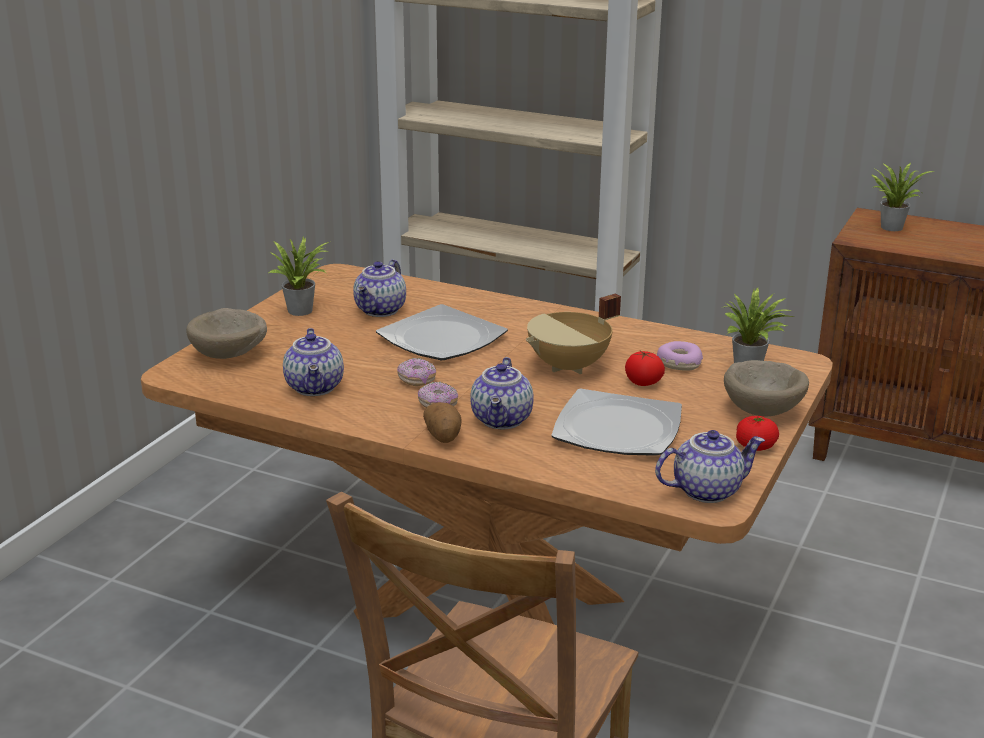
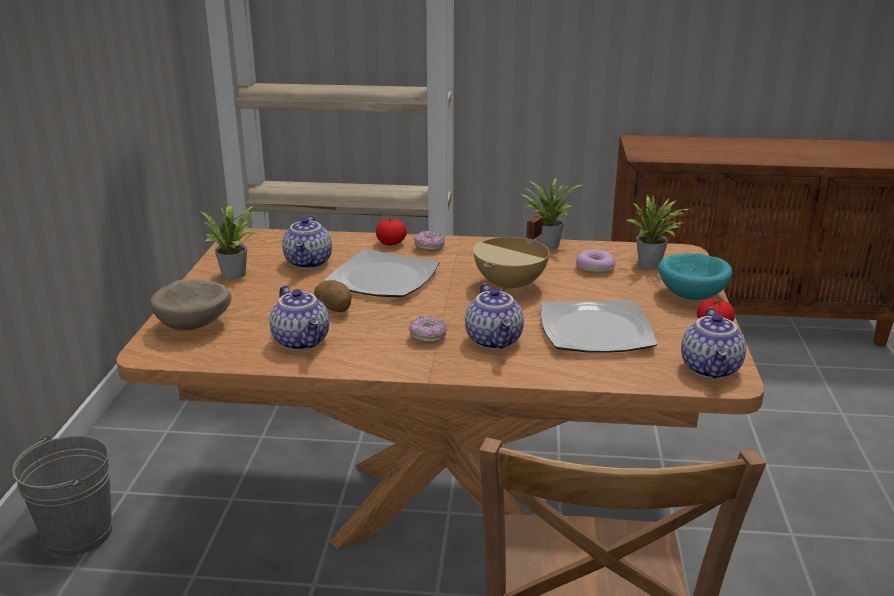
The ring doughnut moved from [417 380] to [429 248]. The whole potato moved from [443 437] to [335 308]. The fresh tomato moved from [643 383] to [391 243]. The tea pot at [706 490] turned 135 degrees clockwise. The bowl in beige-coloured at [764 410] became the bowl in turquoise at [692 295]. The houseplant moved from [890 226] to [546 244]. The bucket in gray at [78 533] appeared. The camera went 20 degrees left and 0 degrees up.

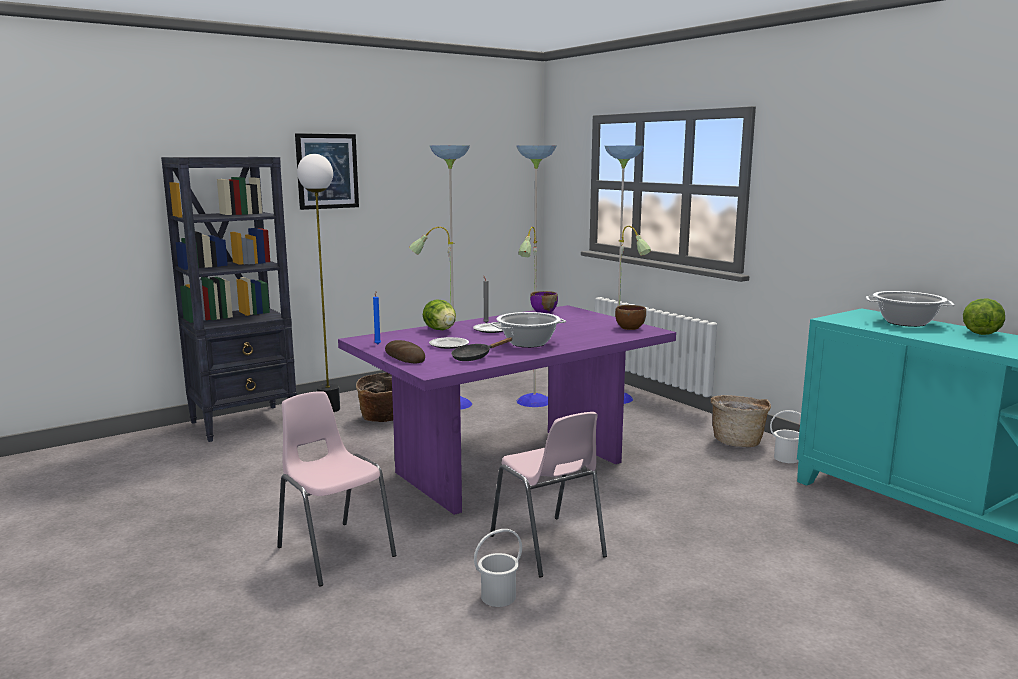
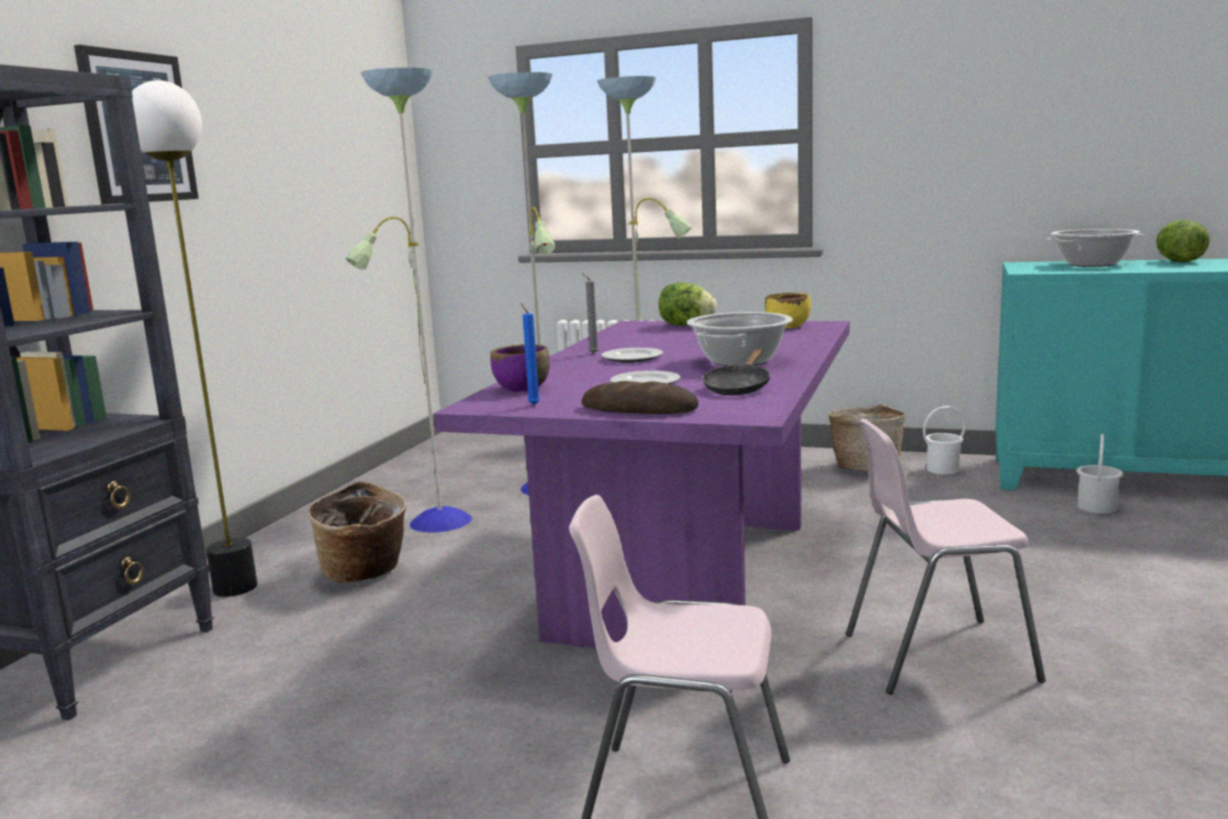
The lettuce head moved from [440 330] to [686 325]. The bucket in white-coloured moved from [499 597] to [1097 507]. The chair in pink-coloured at [548 547] turned 150 degrees clockwise. The bowl in purple-coloured moved from [543 311] to [522 388]. The bowl in brown-coloured at [630 328] became the bowl in yellow at [788 326]. The camera went 35 degrees left and 0 degrees up.

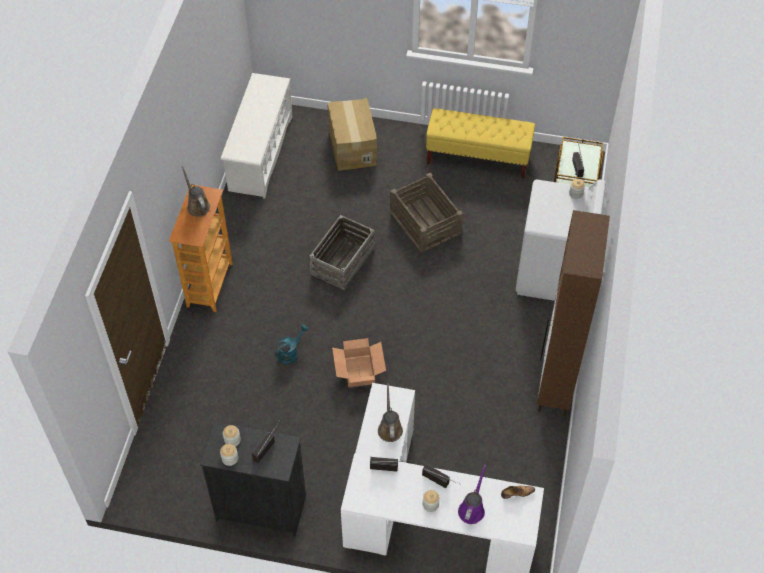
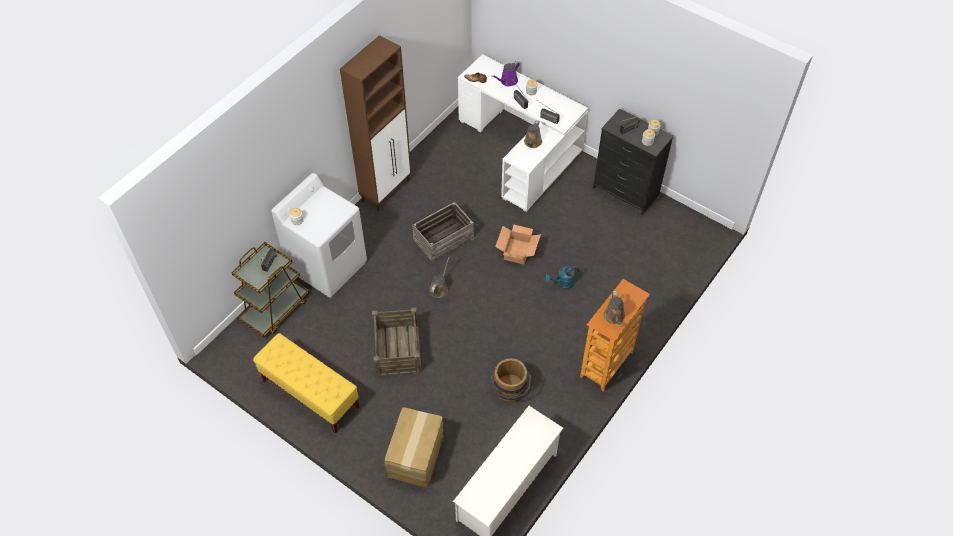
The shipping crate moved from [343 261] to [443 239]. The sprinkling can in brown-coloured at [439 288] appeared. The bucket in brown-coloured at [510 391] appeared. The camera went 155 degrees left and 0 degrees up.

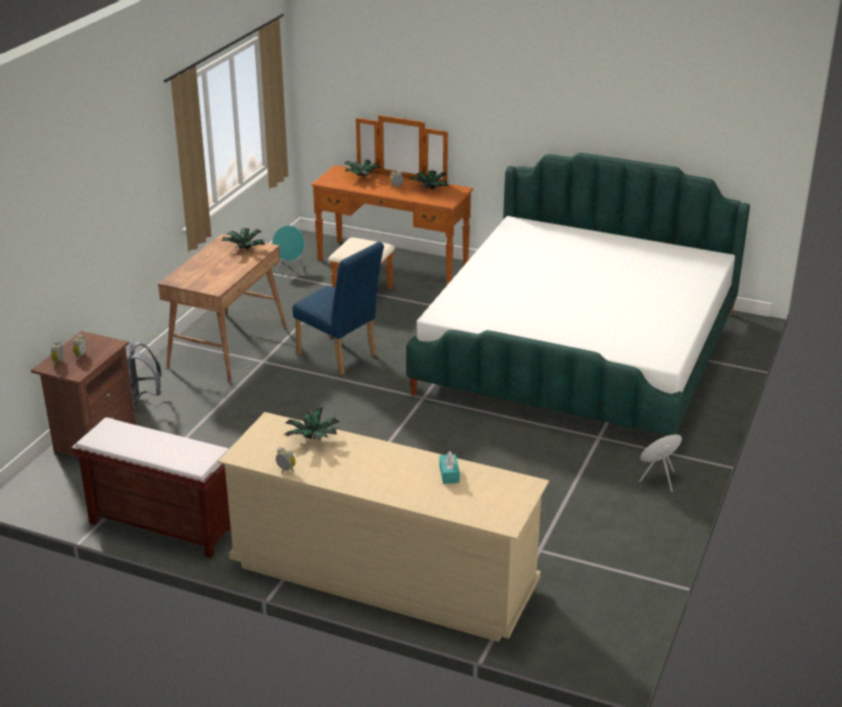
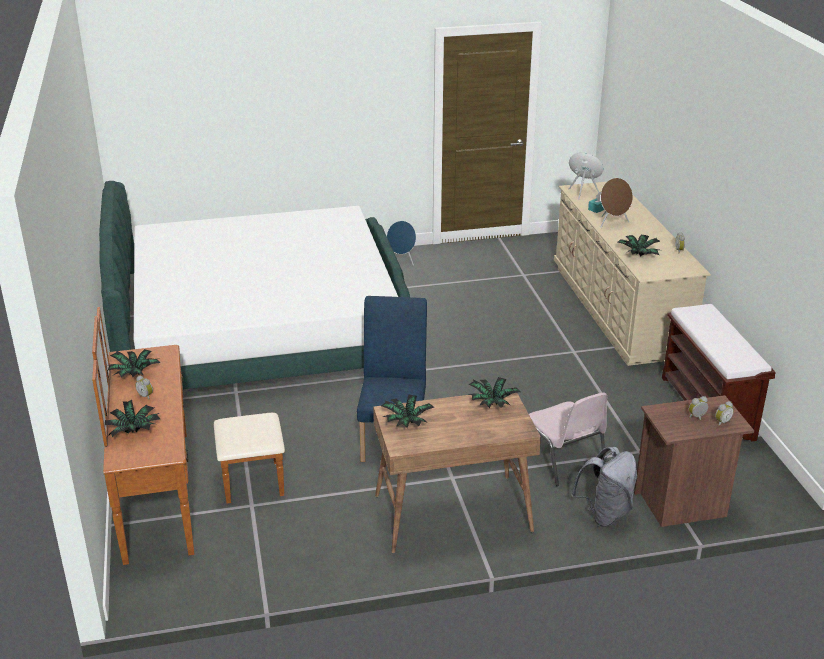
The loudspeaker in turquoise moved from [289 267] to [583 193]. The houseplant at [492 404] appeared. The chair in pink-coloured at [563 460] appeared. The loudspeaker in brown-coloured at [612 223] appeared. The camera went 125 degrees left and 0 degrees up.

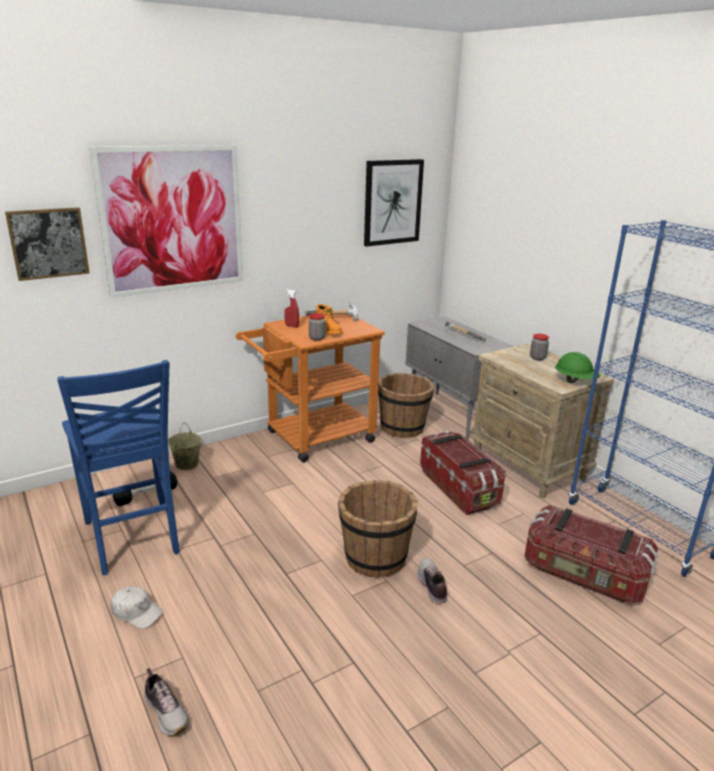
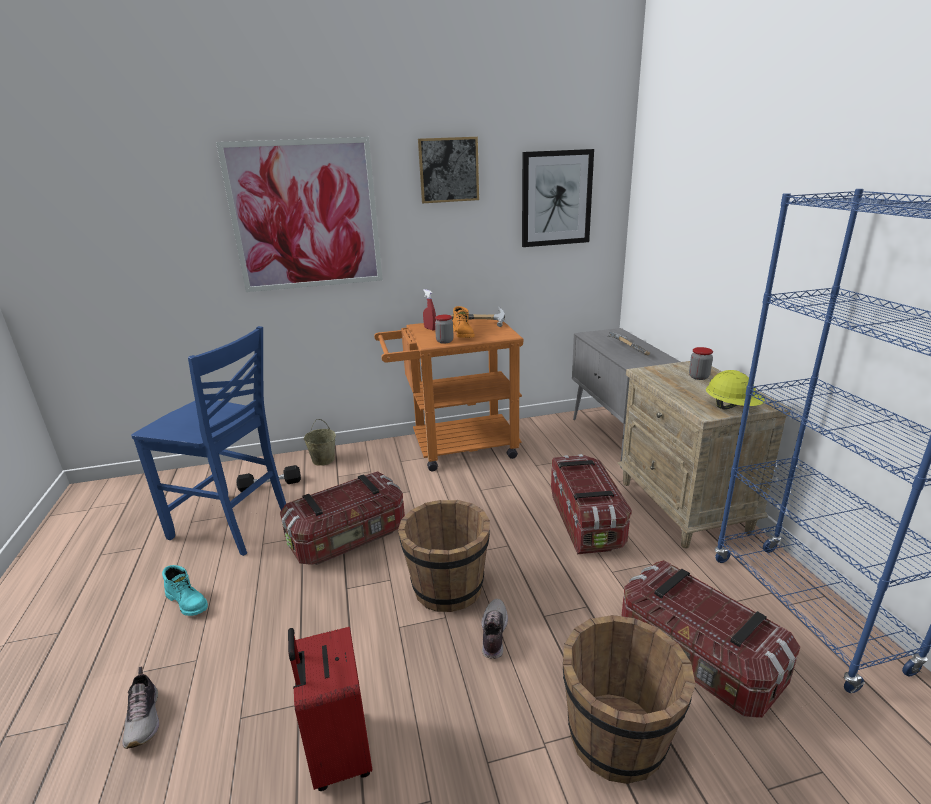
The wall art moved from [48 243] to [448 170]. The chair in blue-coloured at [133 538] turned 60 degrees counterclockwise. The cap in white-coloured at [136 612] was replaced by the boot in turquoise at [188 602]. The bucket in brown-coloured moved from [403 428] to [618 737]. The work helmet in greenish at [575 381] became the work helmet in yellow at [732 408]. The storage box at [349 538] appeared. The piece of luggage in reddish at [338 753] appeared. The camera went 20 degrees right and 0 degrees up.

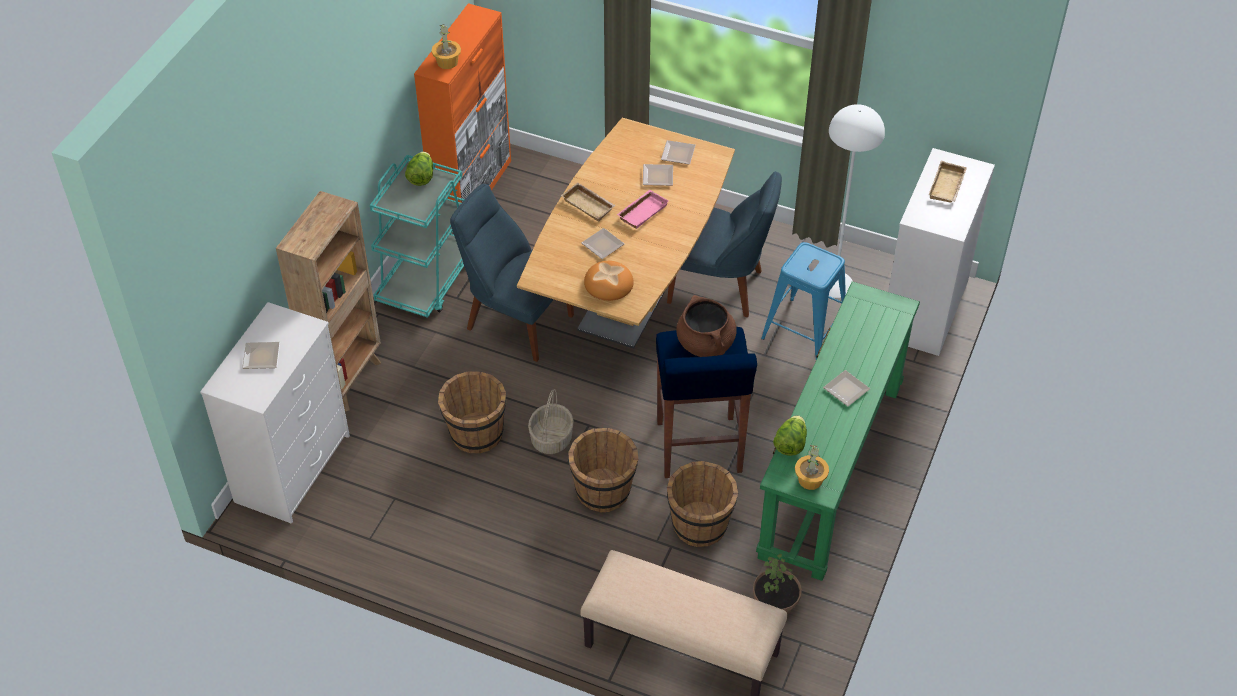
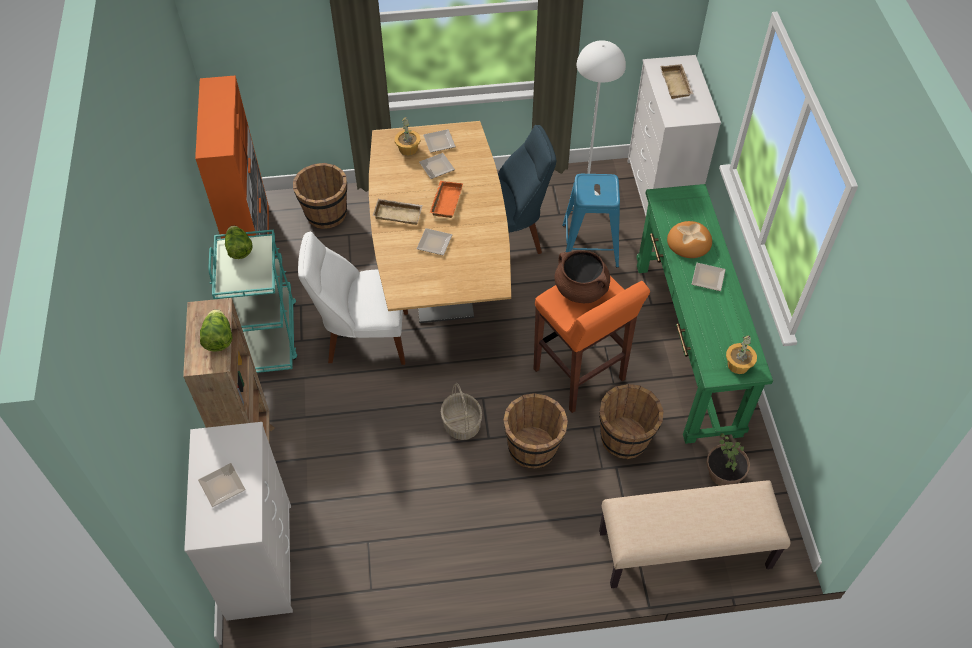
The houseplant moved from [447 62] to [408 149]. The bucket in brown-coloured moved from [476 433] to [325 214]. The chair in blue-coloured at [515 320] became the chair in white-coloured at [363 337]. The bread moved from [609 283] to [689 242]. The tray in pink-coloured at [642 211] became the tray in orangey at [445 201]. The stool in blue-coloured at [699 448] became the stool in orangey at [579 375]. The lettuce head moved from [790 444] to [218 339]. The camera went 30 degrees left and 5 degrees up.

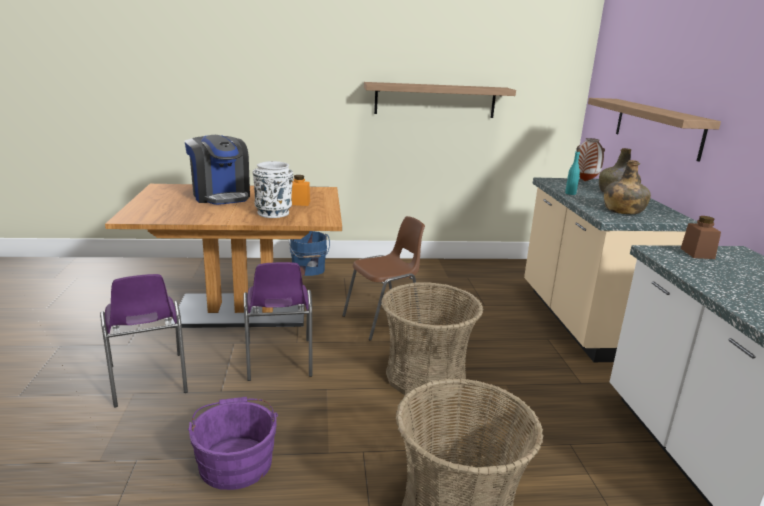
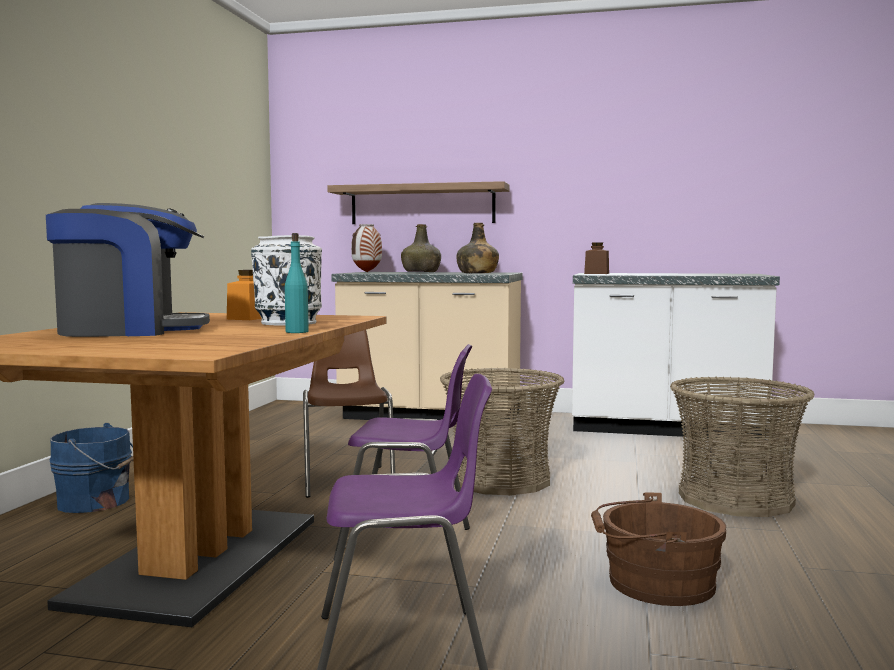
The bucket in purple-coloured at [235 460] became the bucket in brown-coloured at [654 583]. The shelf at [435 100] disappeared. The beverage bottle in turquoise moved from [570 193] to [297 332]. The camera went 70 degrees left and 15 degrees down.

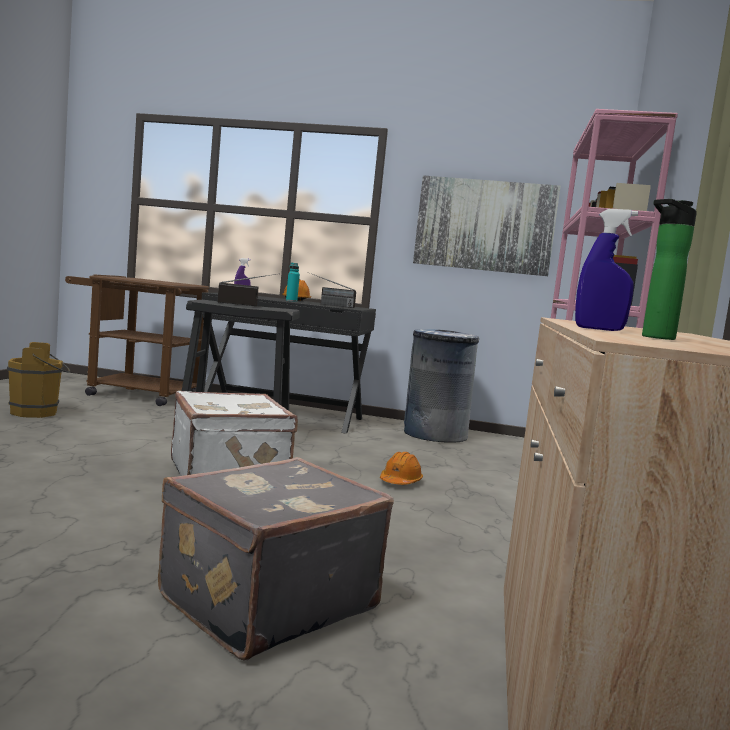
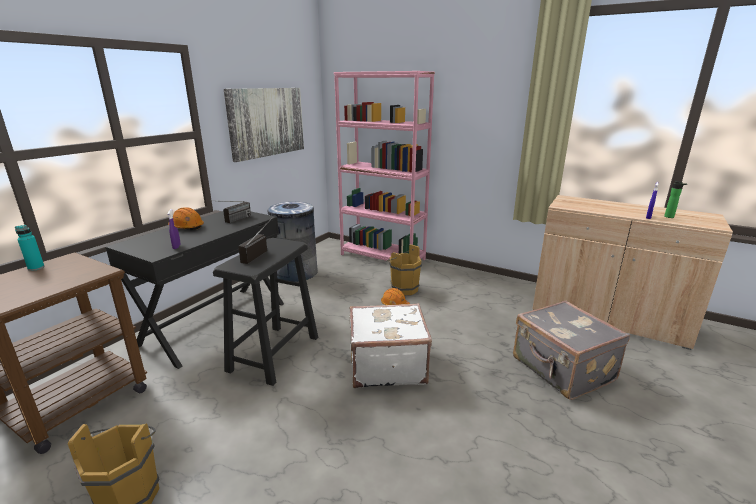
The beverage bottle in turquoise moved from [291 301] to [36 268]. The bucket in brown-coloured at [402 288] appeared. The camera went 70 degrees left and 15 degrees up.

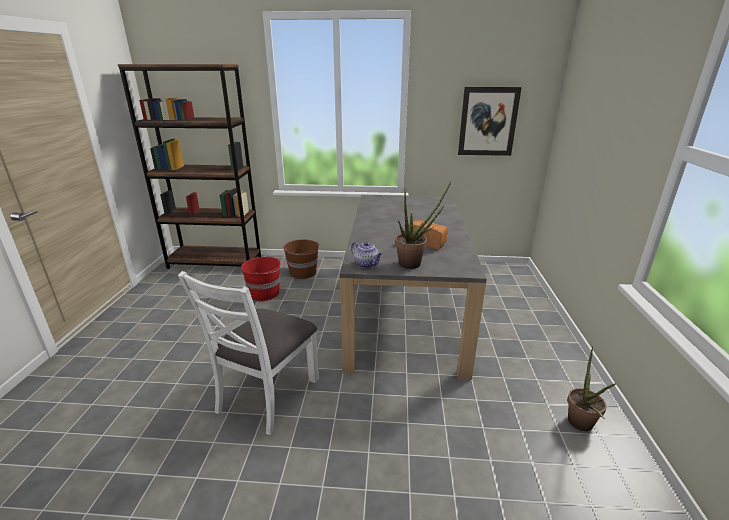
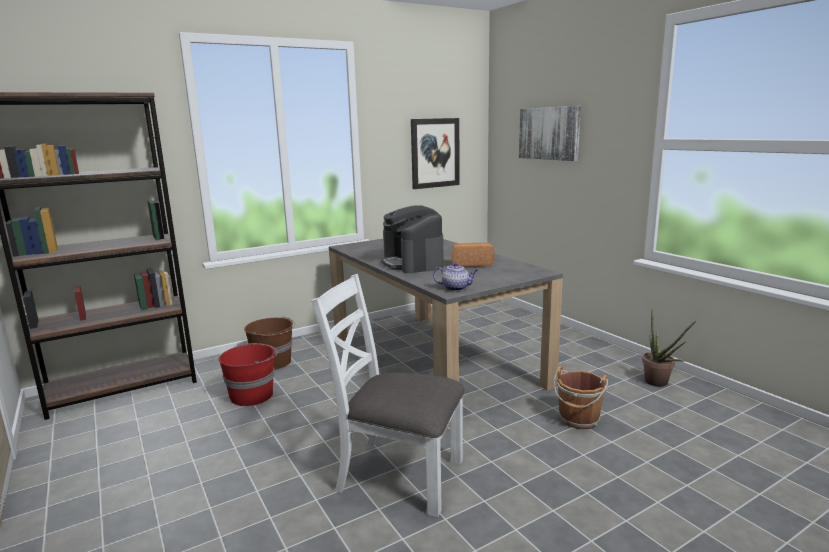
The chair in white-coloured at [267 394] turned 120 degrees clockwise. The houseplant at [414 263] disappeared. The coffee brewer at [413 263] appeared. The wall art at [549 133] appeared. The bucket in brown-coloured at [578 420] appeared. The camera went 35 degrees left and 10 degrees down.

